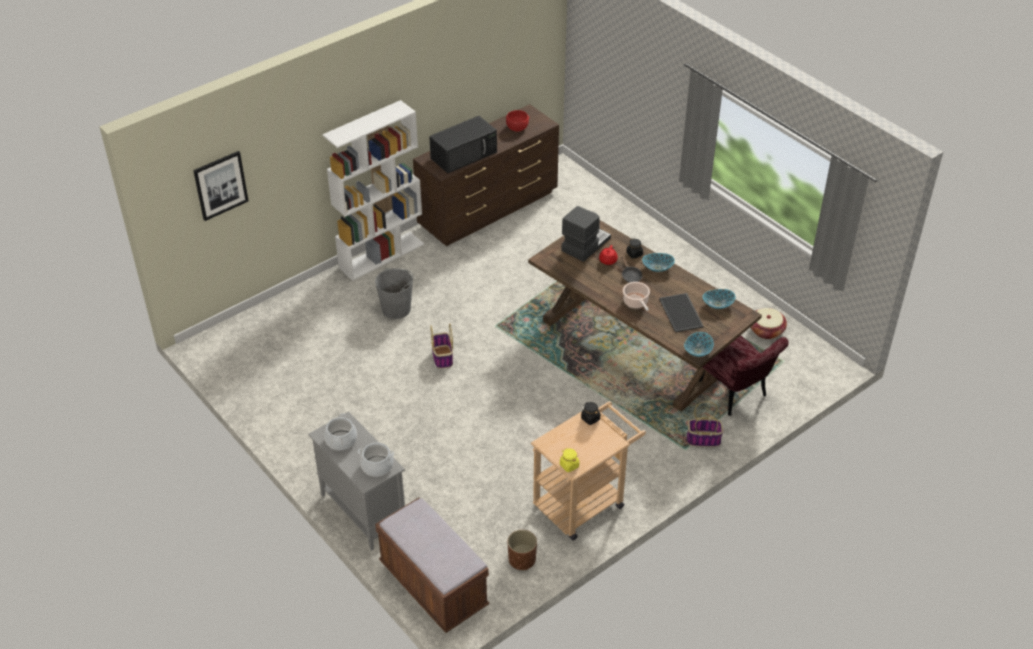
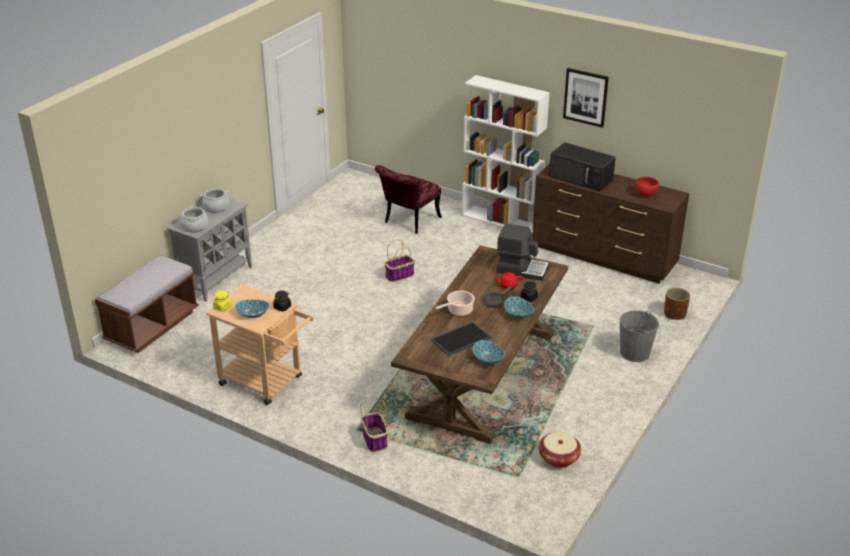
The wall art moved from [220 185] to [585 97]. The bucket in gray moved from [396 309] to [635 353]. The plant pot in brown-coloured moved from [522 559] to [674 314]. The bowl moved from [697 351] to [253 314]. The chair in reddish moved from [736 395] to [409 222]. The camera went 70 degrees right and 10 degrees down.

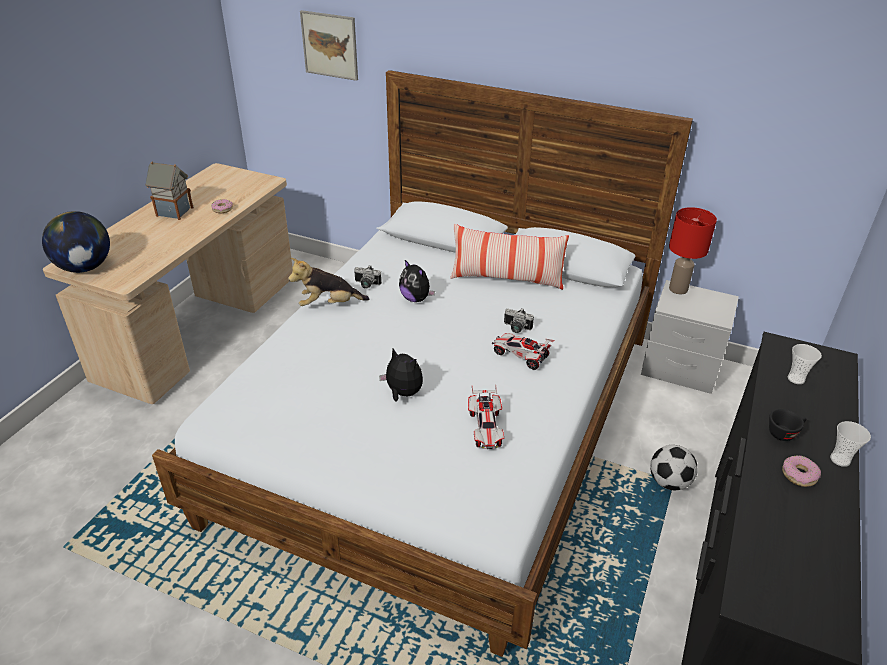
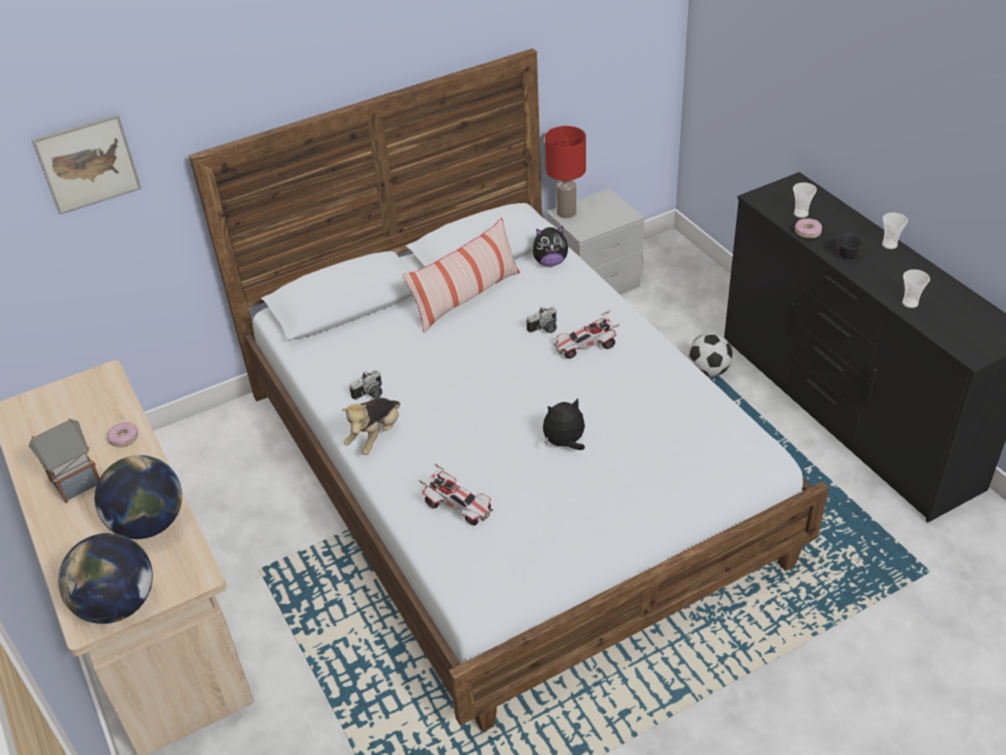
The soft toy moved from [416 299] to [550 262]. The model car moved from [486 428] to [458 506]. The ring doughnut moved from [799 475] to [808 232]. The globe at [149 524] appeared. The drinking cup at [910 303] appeared. The camera went 50 degrees left and 5 degrees up.

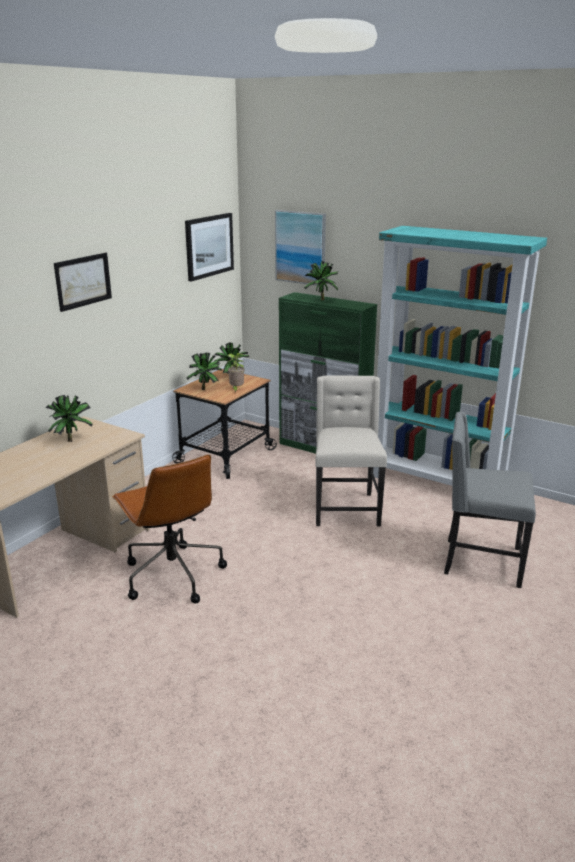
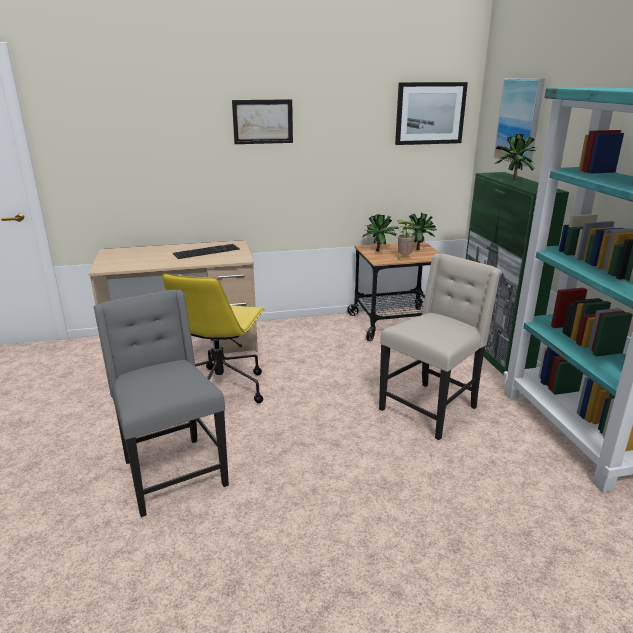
The houseplant at [72 440] was replaced by the keyboard at [206 251]. The computer chair in brown-coloured at [172 574] became the computer chair in yellow at [221 388]. The chair in gray moved from [480 562] to [172 473]. The camera went 45 degrees right and 0 degrees up.

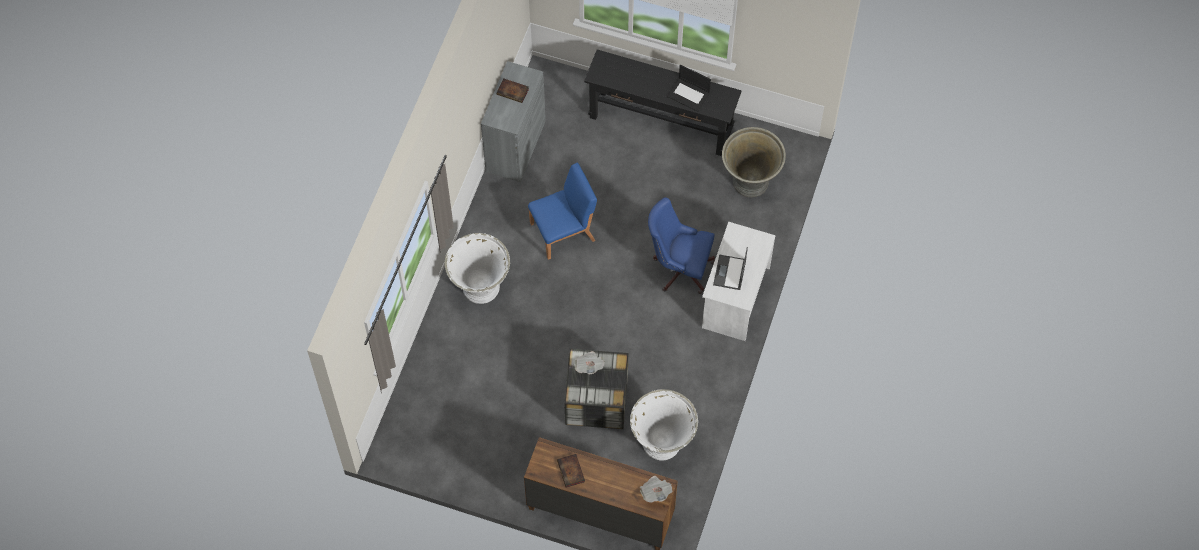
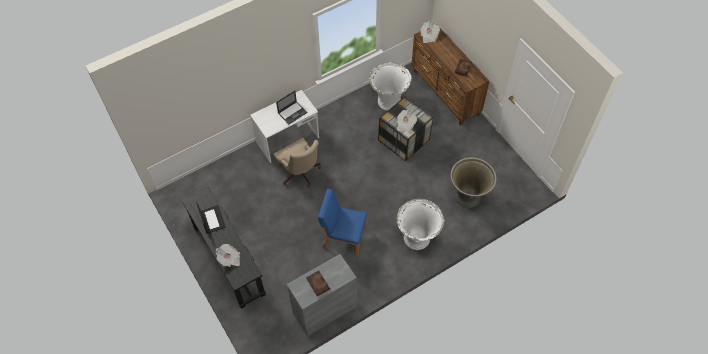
The computer chair in blue-coloured at [679 267] became the computer chair in beige-coloured at [300 174]. The plant pot in gray moved from [749 182] to [468 197]. The printed paper at [229 259] appeared. The camera went 140 degrees left and 5 degrees down.

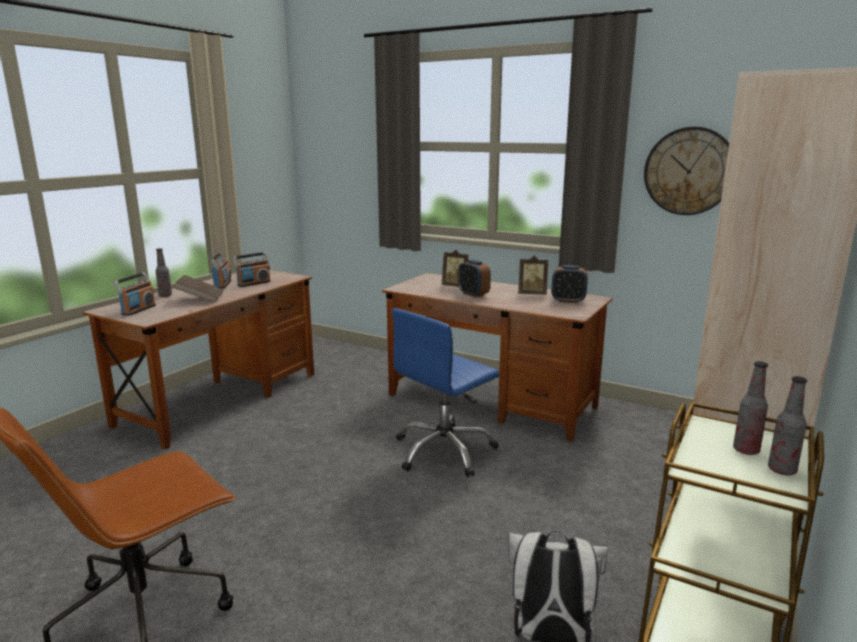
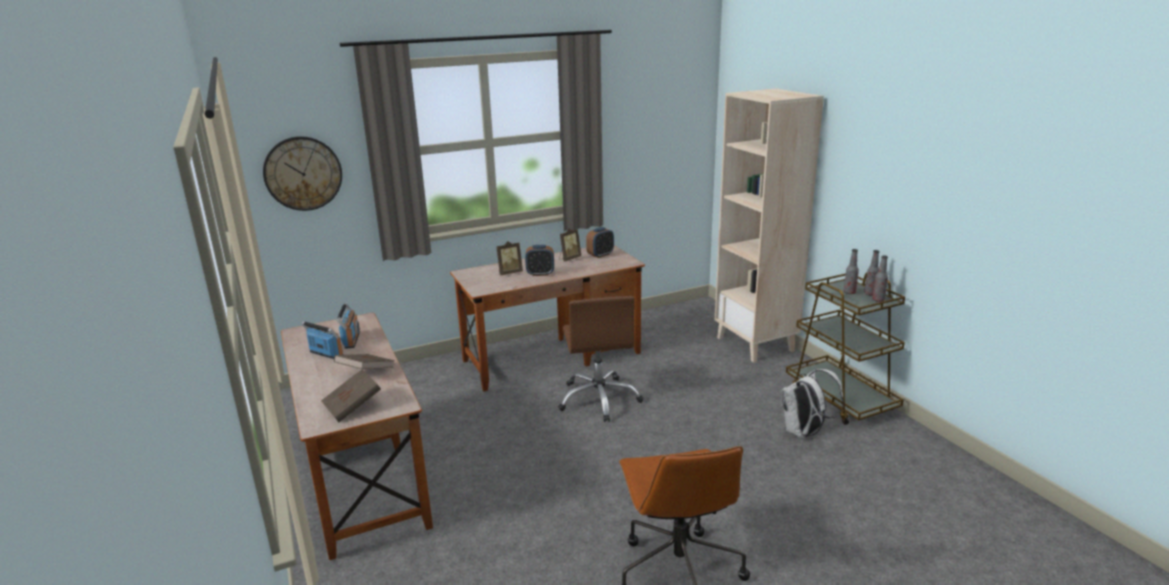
The radio at [138 310] was replaced by the volume in brown-coloured at [353 407]. The beverage bottle moved from [165 295] to [878 300]. The computer chair in blue-coloured at [444 451] became the computer chair in brown-coloured at [599 399]. The clock on the wall moved from [689 171] to [303 173]. The camera went 55 degrees left and 5 degrees up.

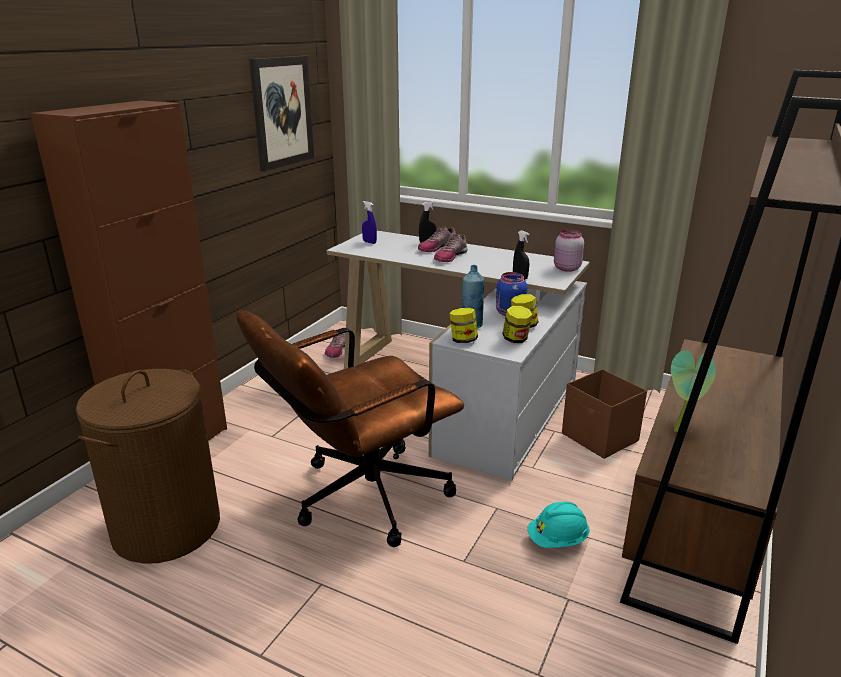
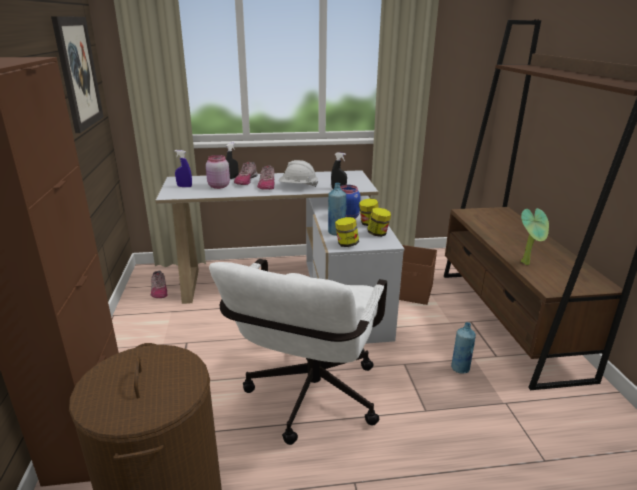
The computer chair in brown-coloured at [359 499] became the computer chair in white-coloured at [309 401]. The work helmet in turquoise at [557 540] was replaced by the beverage bottle in blue-coloured at [460 368]. The storage jar in pink-coloured moved from [566 268] to [218 186]. The work helmet in white-coloured at [298 186] appeared. The camera went 35 degrees left and 0 degrees up.

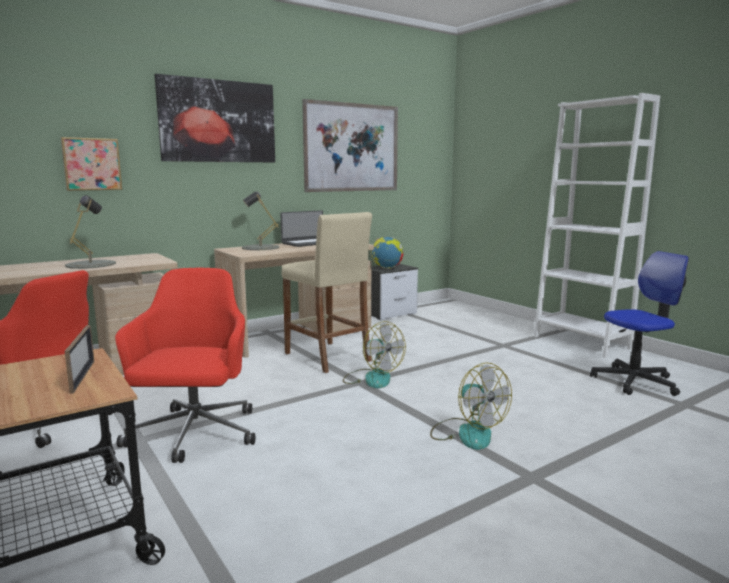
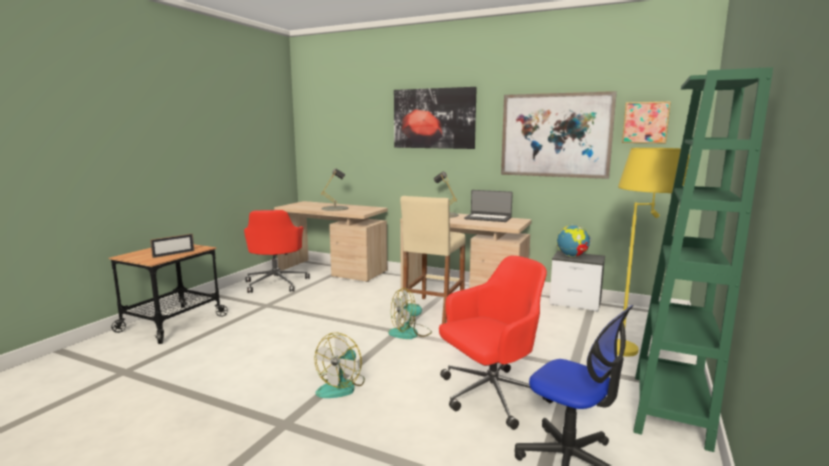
The wall art moved from [91 164] to [645 122]. The computer chair in reddish moved from [194 435] to [490 396]. The cooling fan at [372 378] turned 45 degrees clockwise. The shelving unit in white-coloured at [581 342] became the shelving unit in greenish at [669 410]. The standing lamp in yellow at [637 348] appeared. The camera went 60 degrees right and 0 degrees up.

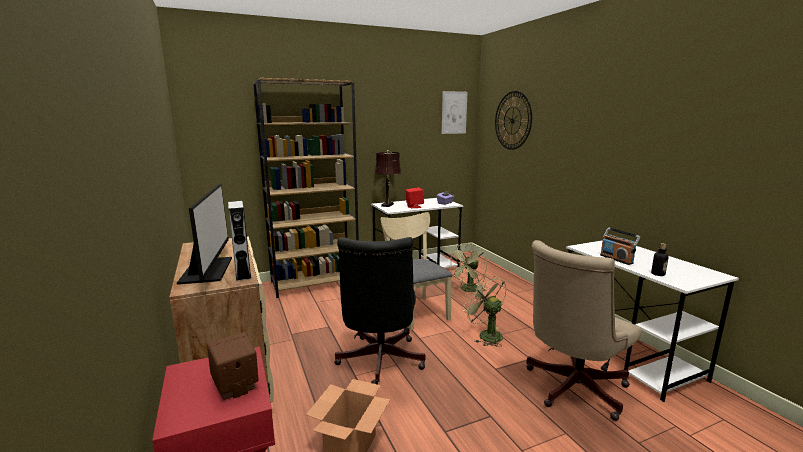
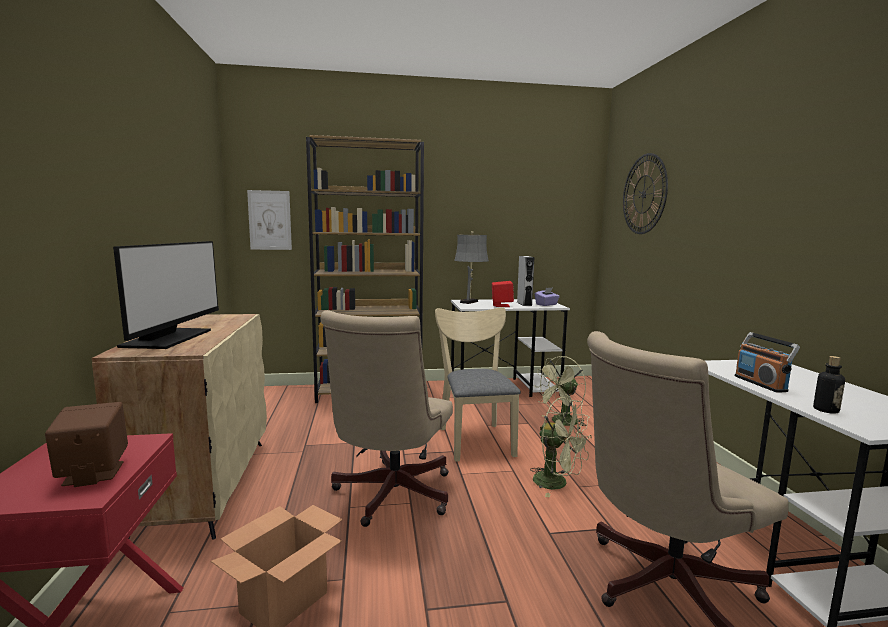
The loudspeaker in gray moved from [243 273] to [524 304]. The computer chair in black-coloured at [379 363] became the computer chair in beige-coloured at [389 496]. The lamp for a table in brown-coloured at [388 205] became the lamp for a table in gray at [470 302]. The wall art moved from [454 112] to [270 220]. The cooling fan in greenish at [485 335] turned 150 degrees clockwise. The camera went 15 degrees right and 5 degrees down.

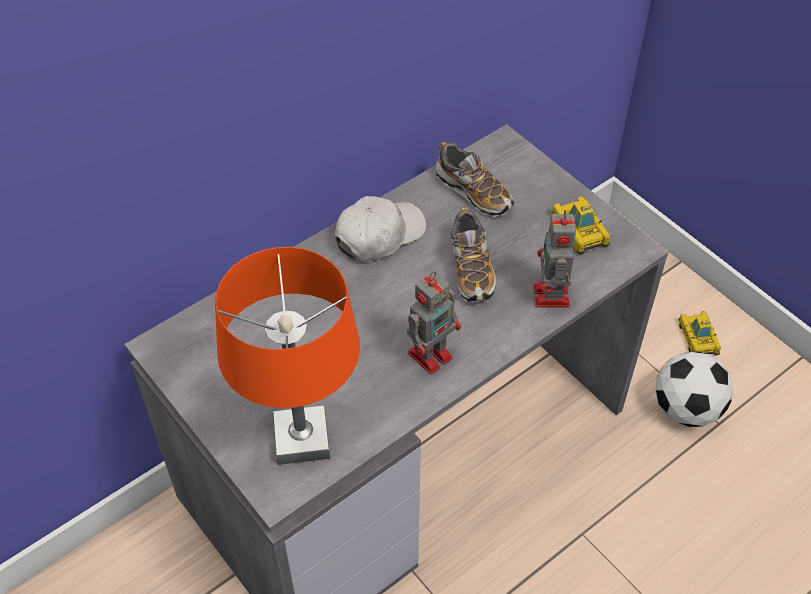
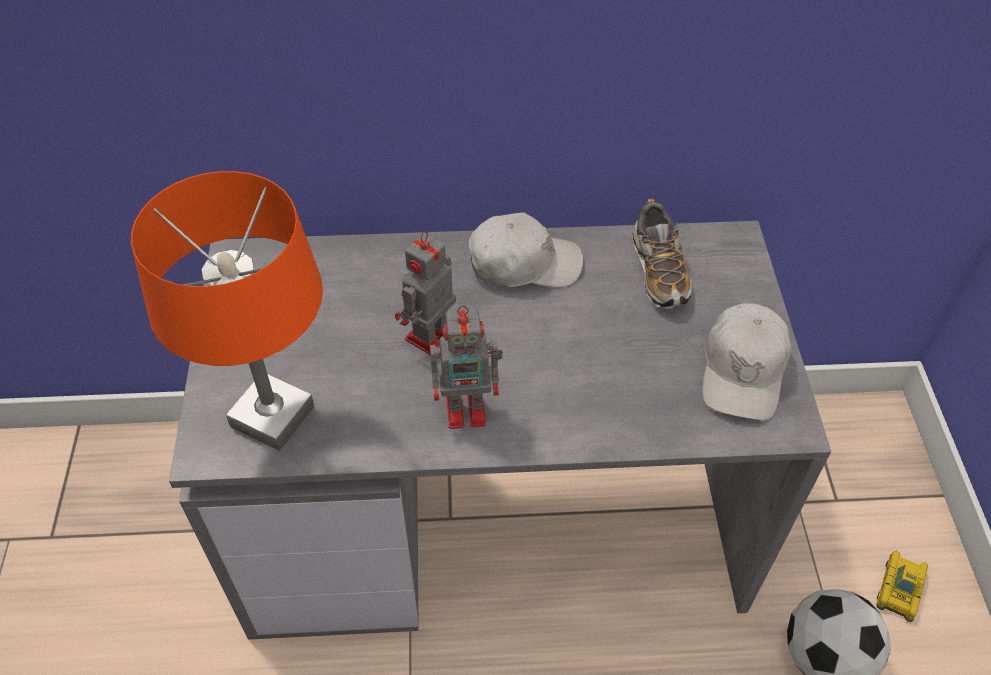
The item of footwear at [471 269] disappeared. The toy robot moved from [551 297] to [429 339]. The model car at [579 230] was replaced by the cap in white-coloured at [743 370]. The camera went 35 degrees right and 0 degrees up.

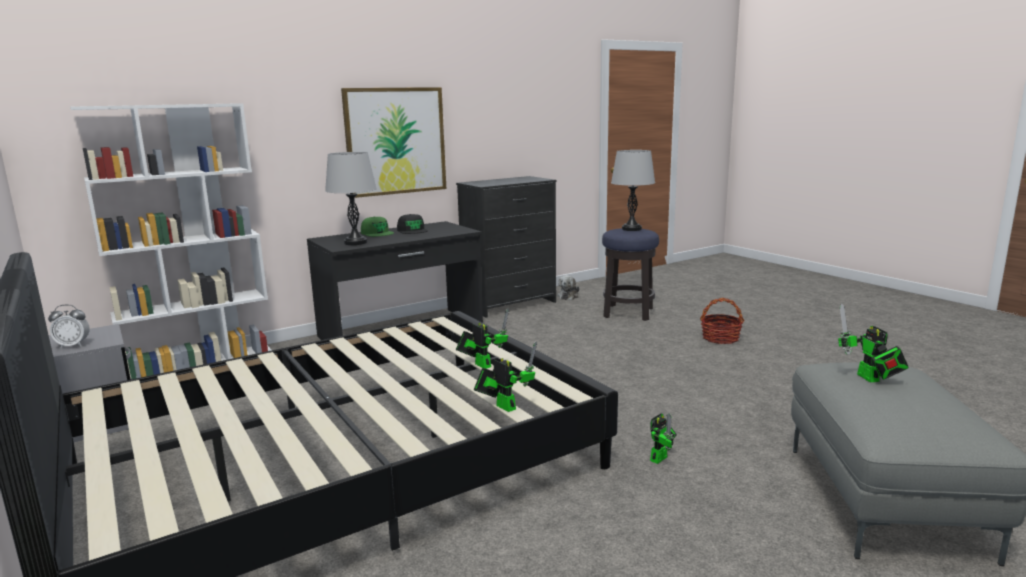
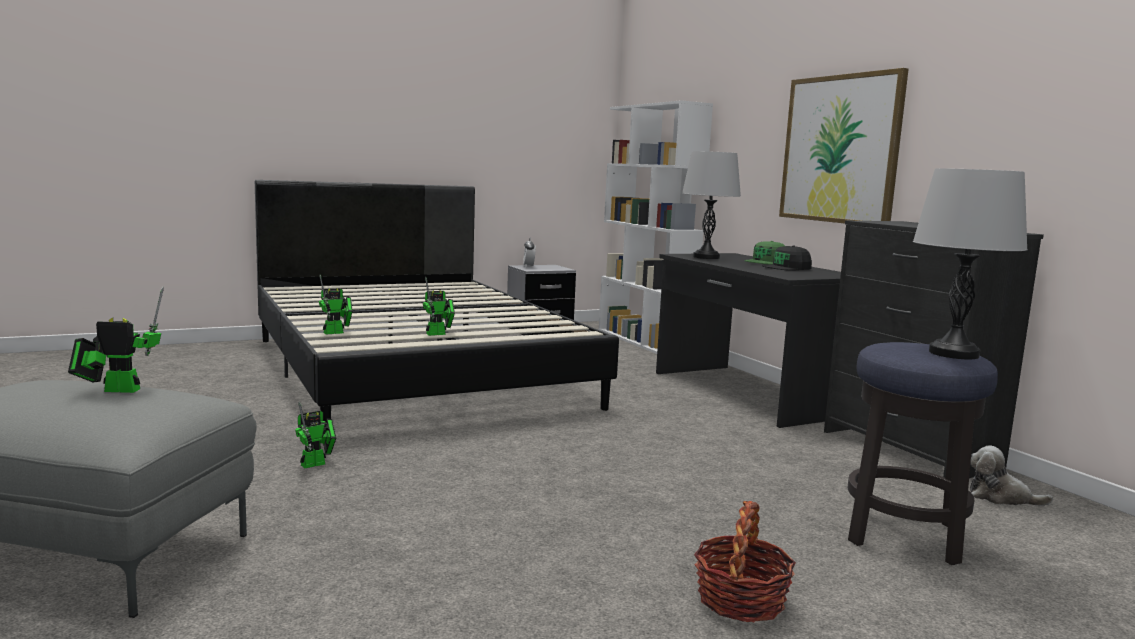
The toy robot at [660 457] turned 90 degrees counterclockwise. The camera went 95 degrees right and 5 degrees down.

